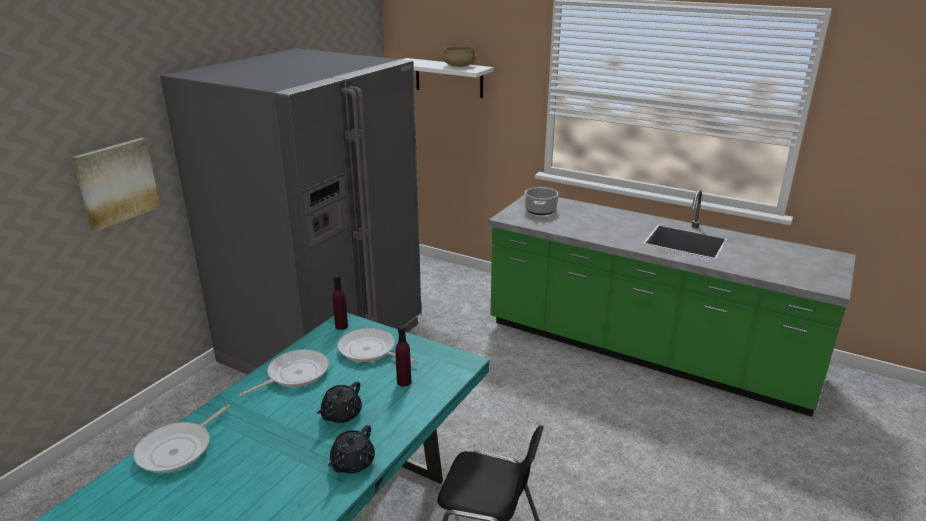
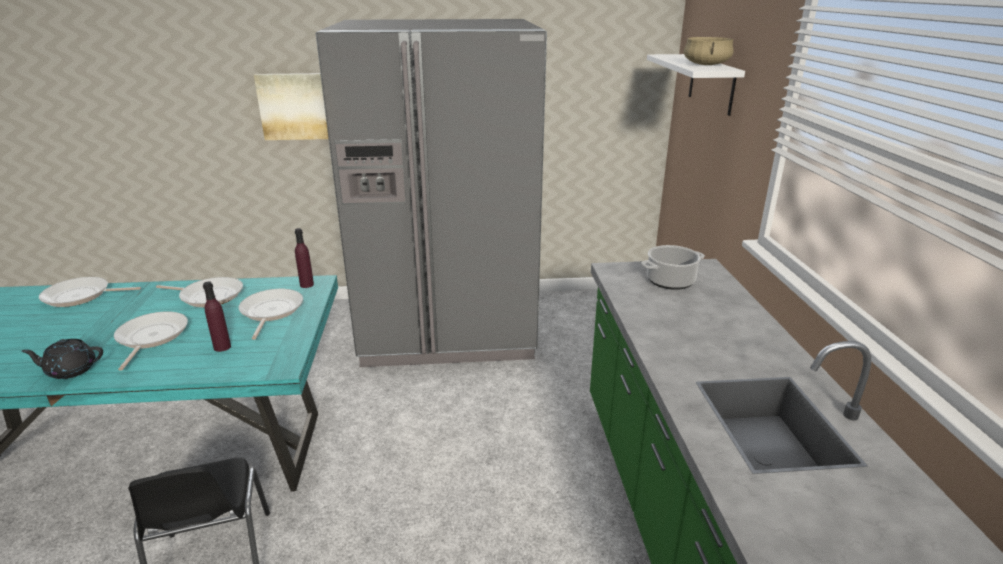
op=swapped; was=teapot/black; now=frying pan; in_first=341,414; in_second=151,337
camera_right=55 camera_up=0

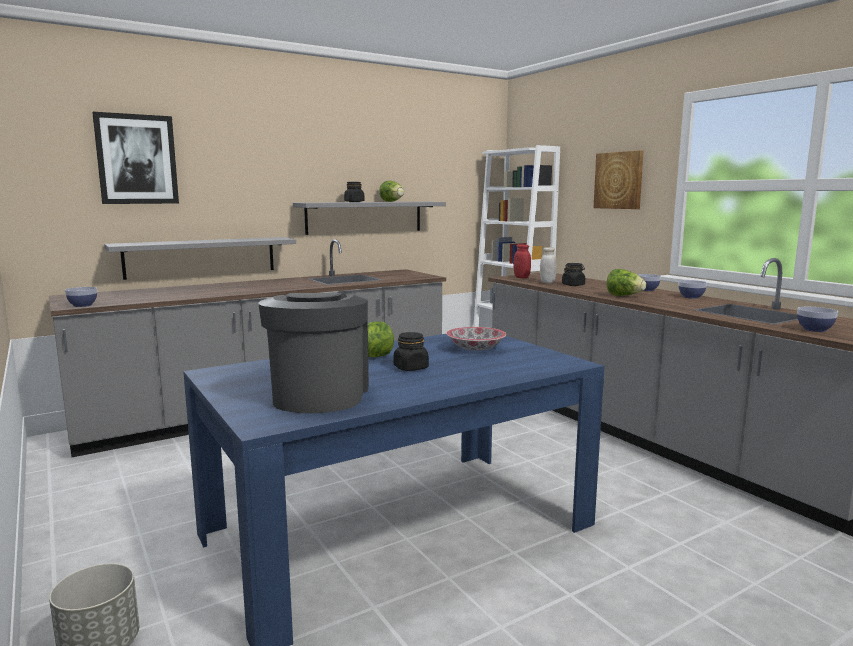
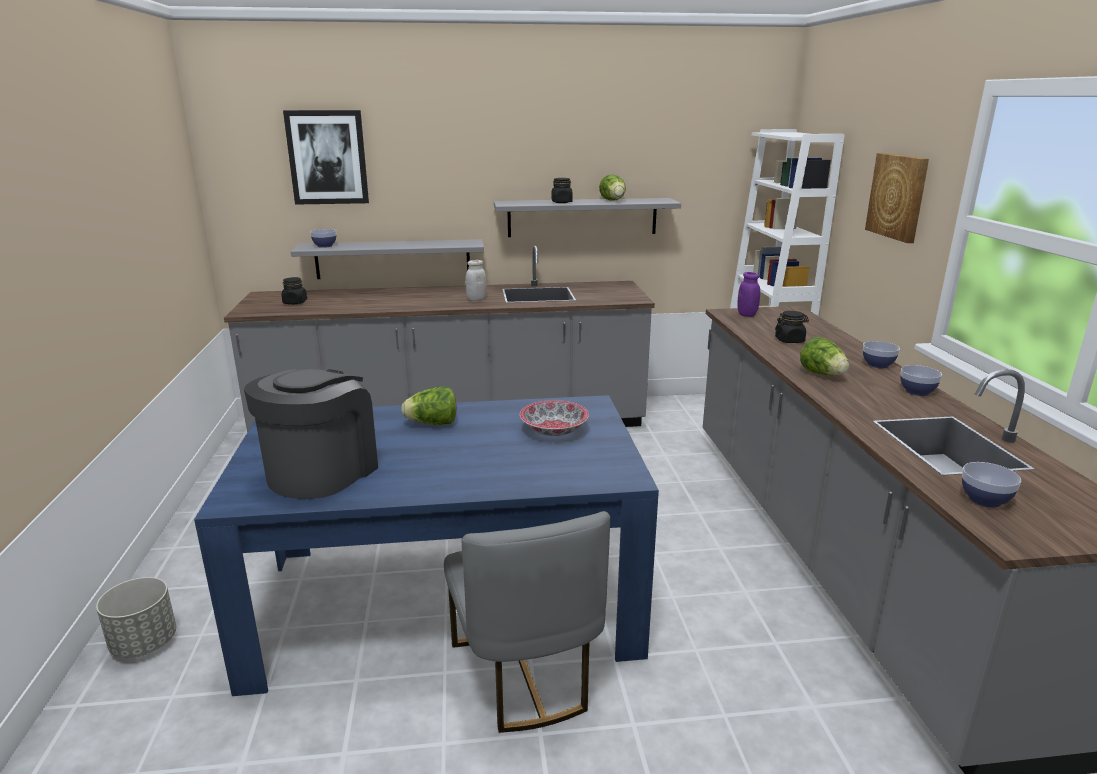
op=repainted; was=jar/red; now=jar/purple; in_first=521,277; in_second=747,315
op=shifted; was=jar/white; in_first=547,282; in_second=476,299
op=shifted; was=bowl; in_first=82,305; in_second=324,246
op=shifted; was=jar/black; in_first=411,368; in_second=295,302
op=new; now=chair/grey; in_second=525,674
camera_right=25 camera_up=10

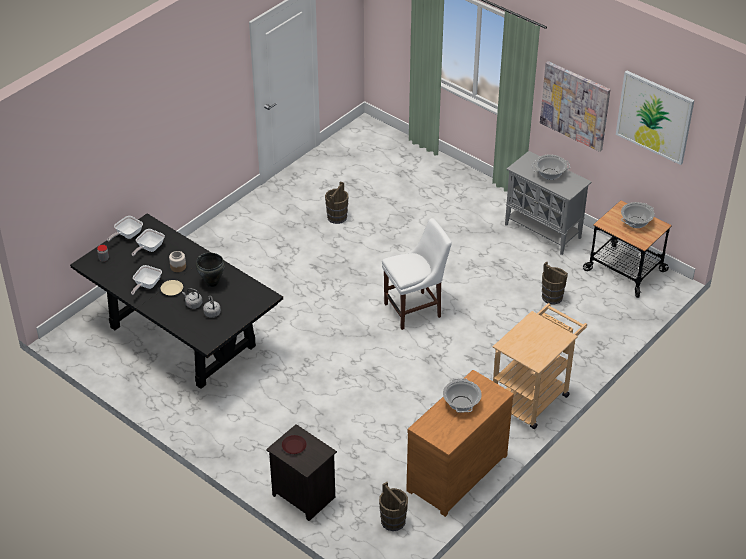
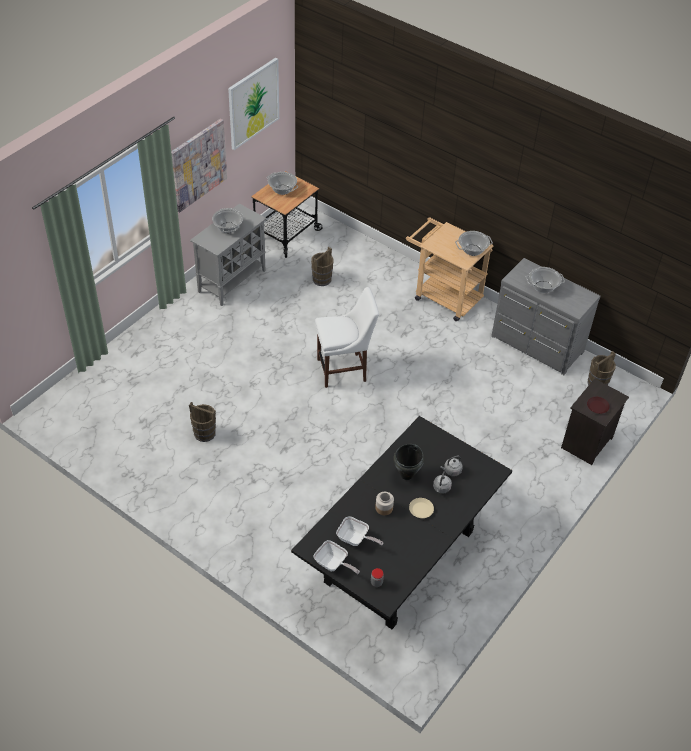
op=rotated; was=chair/white; in_first=415,309; in_second=344,370; clockwise=105
op=gone; was=frying pan; in_first=146,285
op=repainted; was=dresser/brown; now=dresser/grey; in_first=454,472; in_second=536,345
op=new; now=cooking pot; in_second=472,250
camera_right=-95 camera_up=5

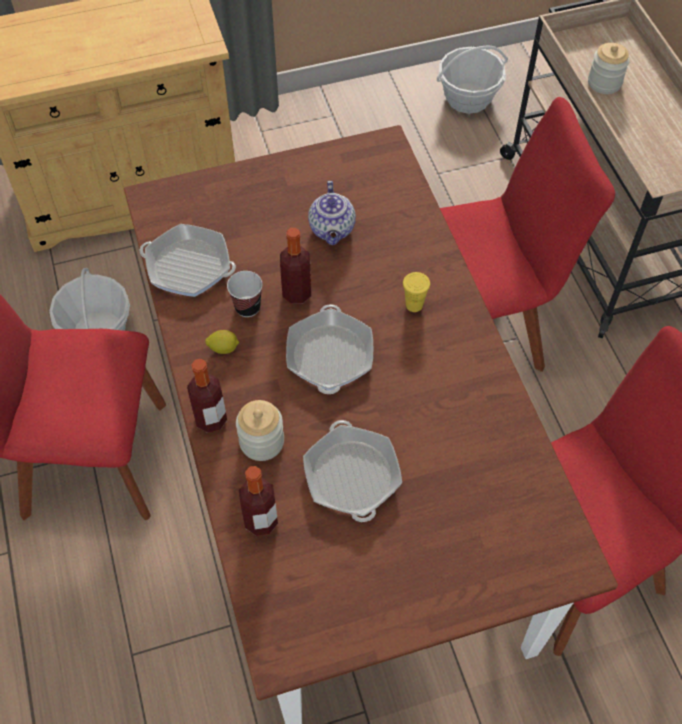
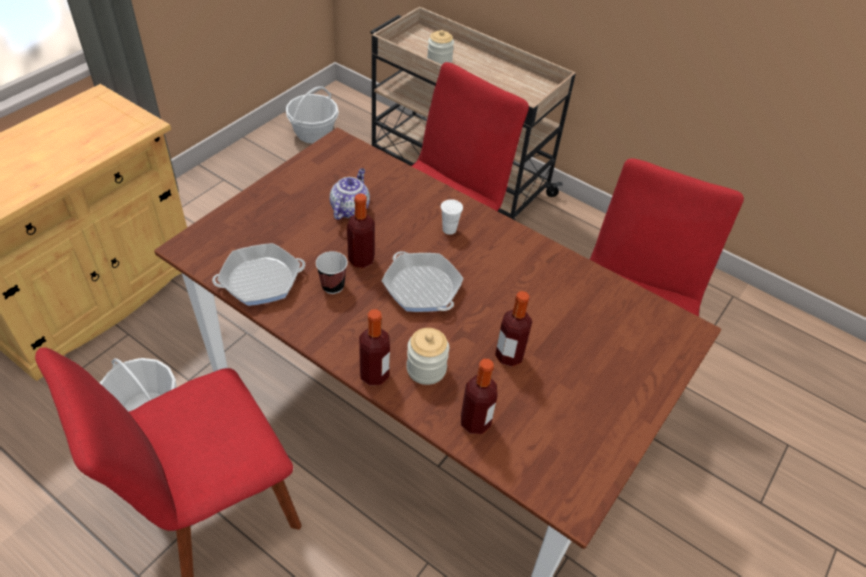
op=rotated; was=teapot; in_first=332,230; in_second=350,208; clockwise=-120
op=repainted; was=cup/yellow; now=cup/white; in_first=414,305; in_second=449,229
op=gone; was=lemon; in_first=223,348
op=swapped; was=frying pan; now=bottle; in_first=352,476; in_second=509,356
camera_right=-40 camera_up=-10

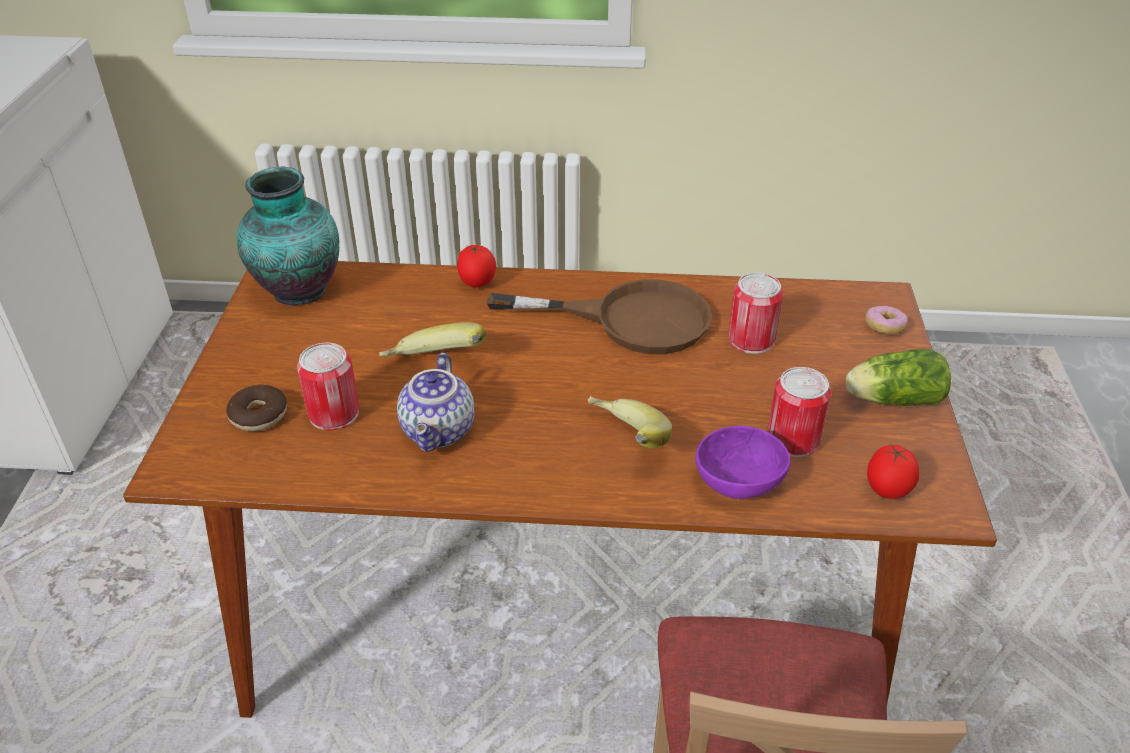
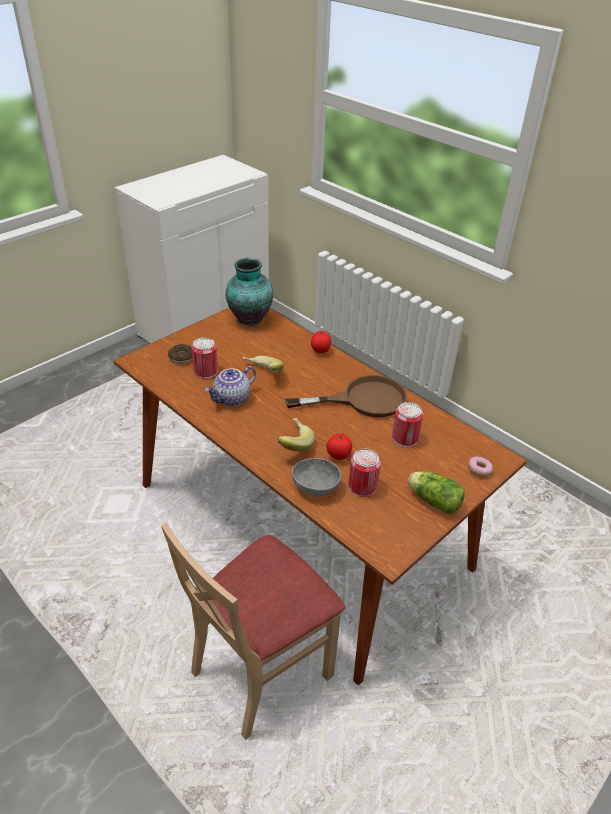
op=rotated; was=frying pan/brown; in_first=630,319; in_second=363,400; clockwise=-60
op=repainted; was=bowl/purple; now=bowl/grey; in_first=737,481; in_second=315,486
op=shifted; was=tomato; in_first=886,490; in_second=338,456
camera_right=40 camera_up=0

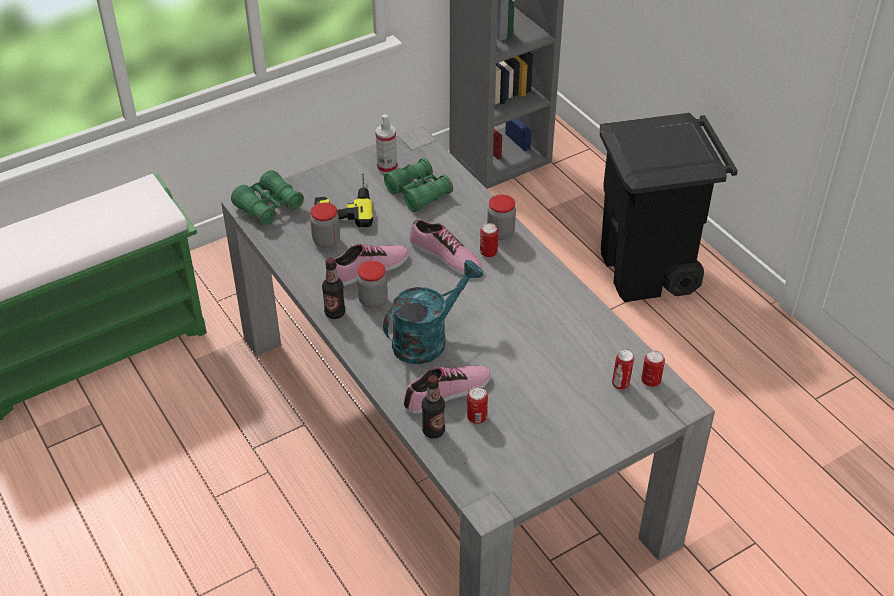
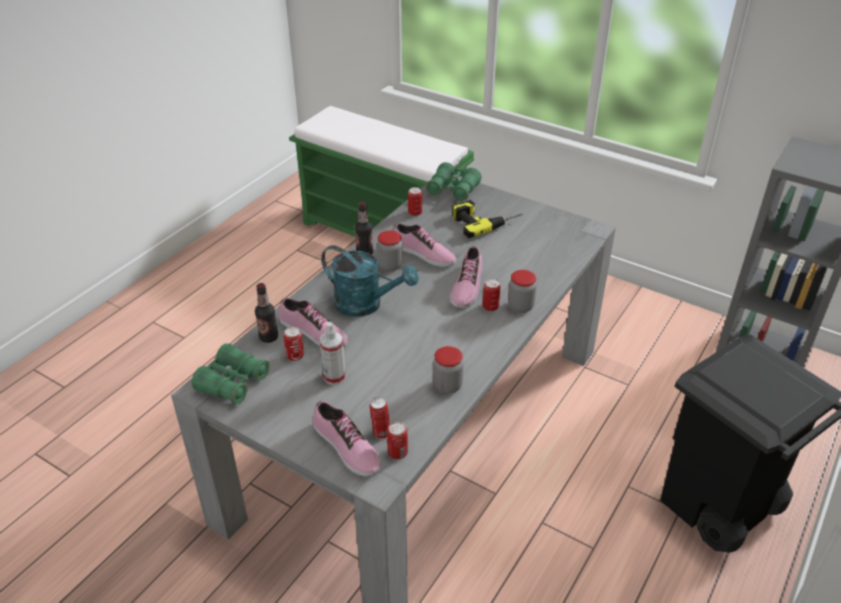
op=shifted; was=spray bottle; in_first=387,167; in_second=334,377
op=shifted; was=binoculars/green; in_first=418,193; in_second=232,383
op=shifted; was=jar; in_first=326,241; in_second=447,386
op=new; now=can; in_second=415,212
op=new; now=shoe; in_second=345,447
camera_right=65 camera_up=-5

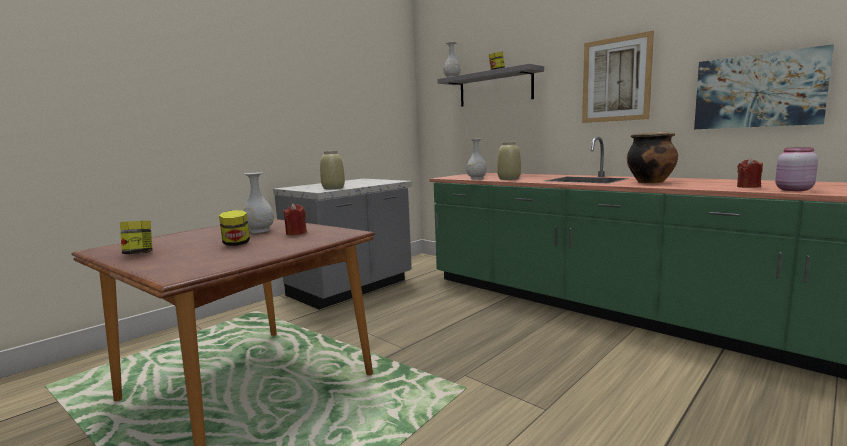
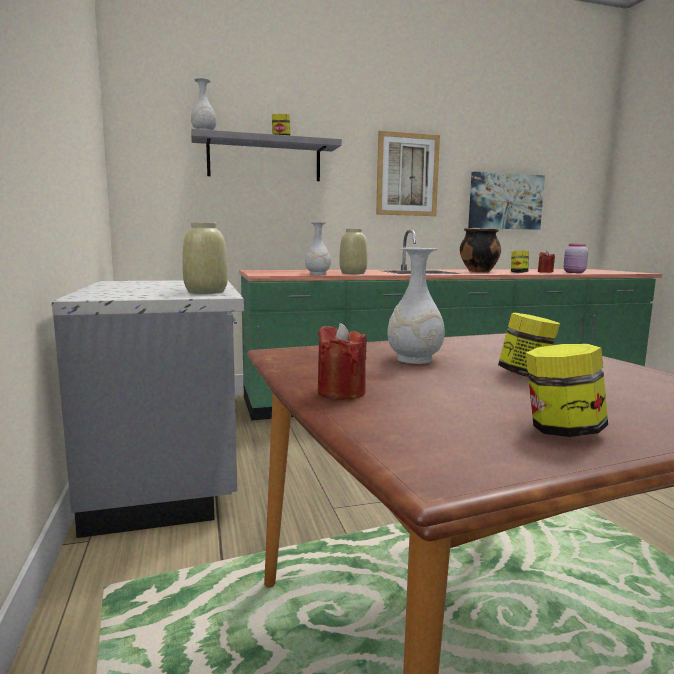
op=shifted; was=candle/red; in_first=296,233; in_second=341,393
op=new; now=jar; in_second=519,273
camera_right=-60 camera_up=0

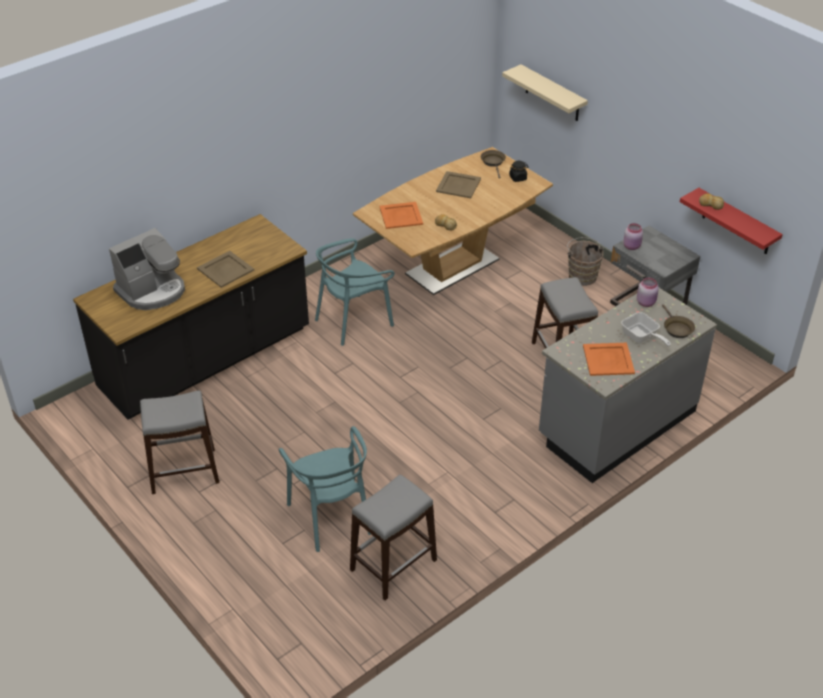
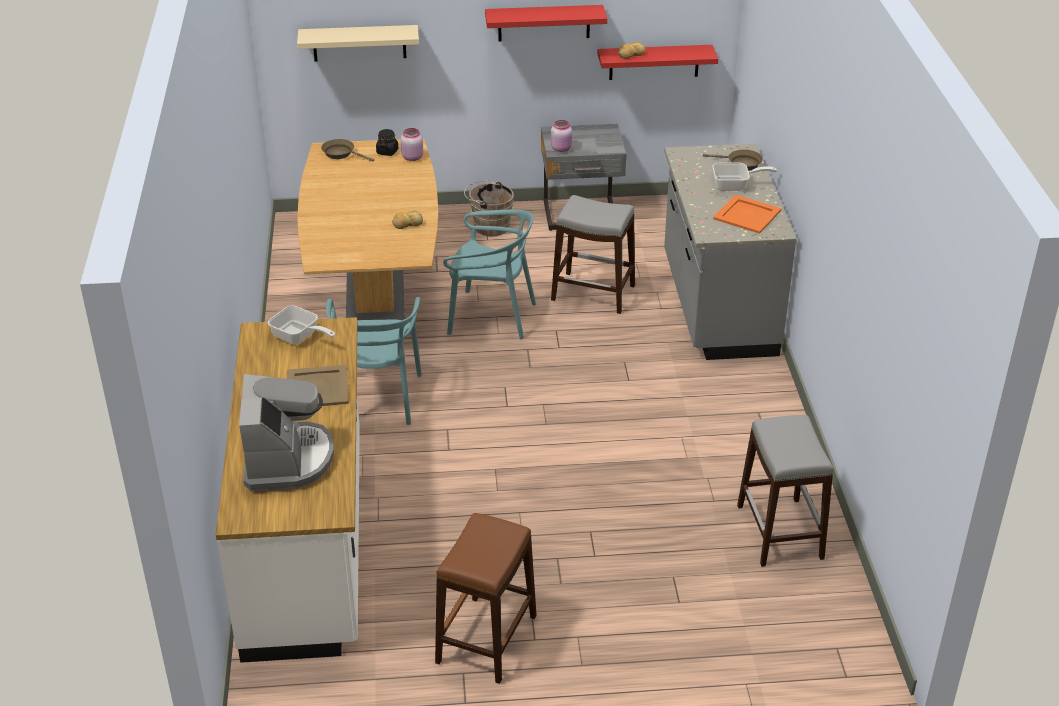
op=gone; was=tray/beige; in_first=458,185
op=gone; was=tray/orange; in_first=400,216
op=repainted; was=counter/black; now=counter/white; in_first=206,360; in_second=308,542
op=shifted; was=jar/pink; in_first=646,302; in_second=412,157
op=repainted; was=stool/grey; now=stool/brown; in_first=184,471; in_second=487,639
op=shifted; was=chair/turquoise; in_first=331,516; in_second=491,317
op=new; now=shelf/red; in_second=544,23
op=new; now=frying pan; in_second=299,337
camera_right=-55 camera_up=-5

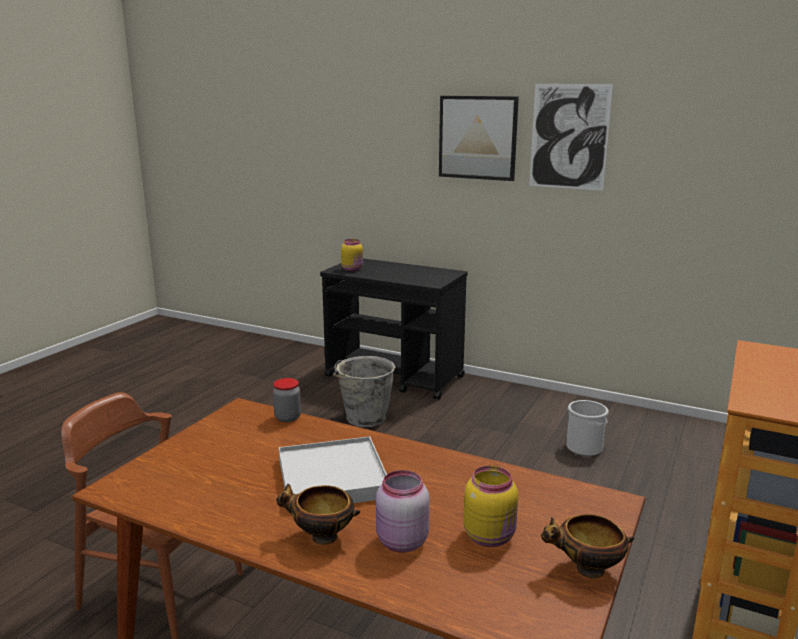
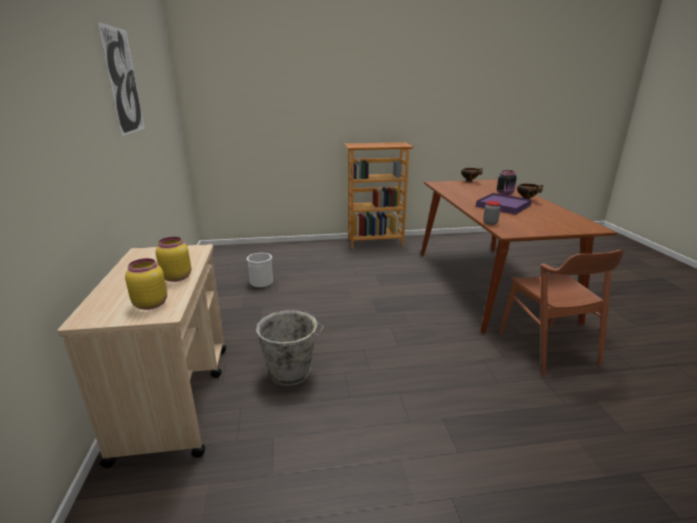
op=gone; was=picture; in_first=477,137
op=repainted; was=cart/black; now=cart/beige; in_first=395,377; in_second=176,398
op=repainted; was=tray/white; now=tray/purple; in_first=332,478; in_second=503,206
op=shifted; was=jar/yellow; in_first=490,536; in_second=176,277
op=repainted; was=jar/pink; now=jar/black; in_first=401,542; in_second=505,194
camera_right=-125 camera_up=5

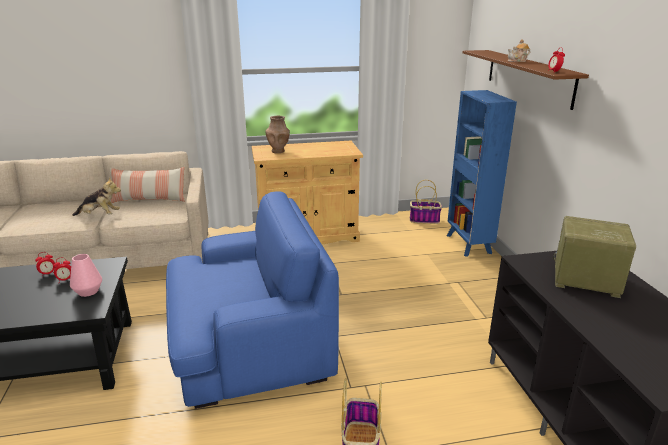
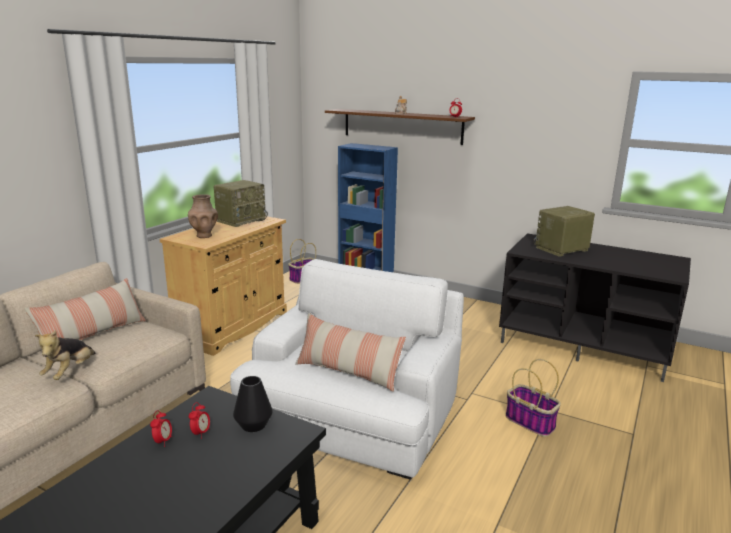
op=rotated; was=plush toy; in_first=99,215; in_second=70,372; clockwise=150
op=repainted; was=armchair/blue; now=armchair/white; in_first=248,342; in_second=352,419
op=repainted; was=vase/pink; now=vase/black; in_first=88,291; in_second=253,425
op=new; now=radio; in_second=241,220
op=new; now=pillow; in_second=348,372
camera_right=-50 camera_up=-5

